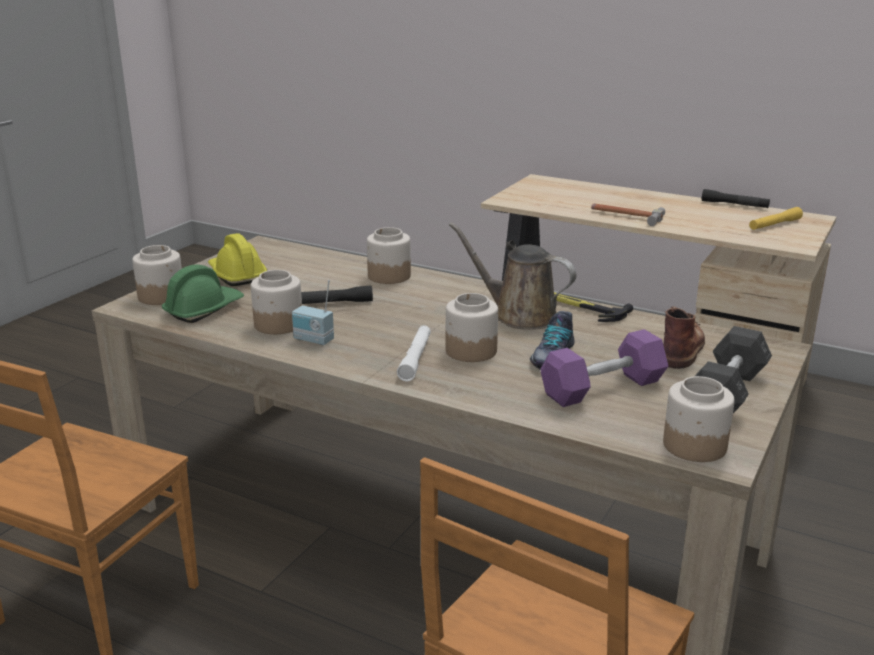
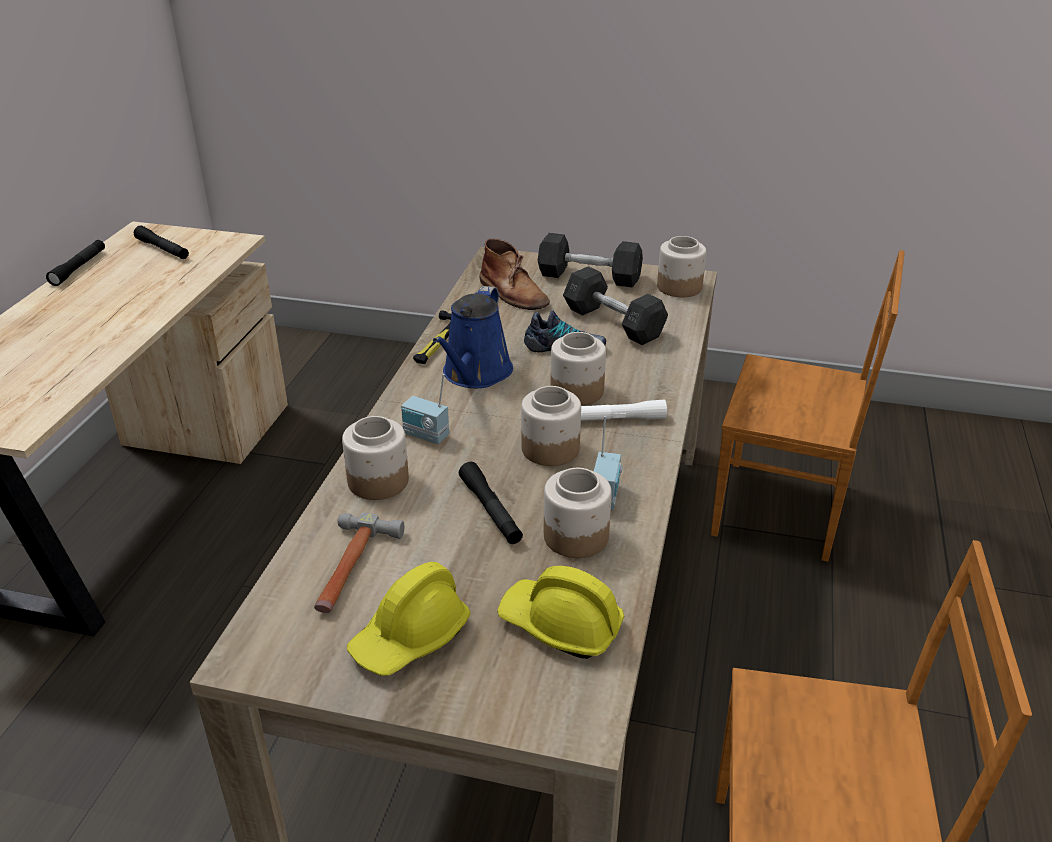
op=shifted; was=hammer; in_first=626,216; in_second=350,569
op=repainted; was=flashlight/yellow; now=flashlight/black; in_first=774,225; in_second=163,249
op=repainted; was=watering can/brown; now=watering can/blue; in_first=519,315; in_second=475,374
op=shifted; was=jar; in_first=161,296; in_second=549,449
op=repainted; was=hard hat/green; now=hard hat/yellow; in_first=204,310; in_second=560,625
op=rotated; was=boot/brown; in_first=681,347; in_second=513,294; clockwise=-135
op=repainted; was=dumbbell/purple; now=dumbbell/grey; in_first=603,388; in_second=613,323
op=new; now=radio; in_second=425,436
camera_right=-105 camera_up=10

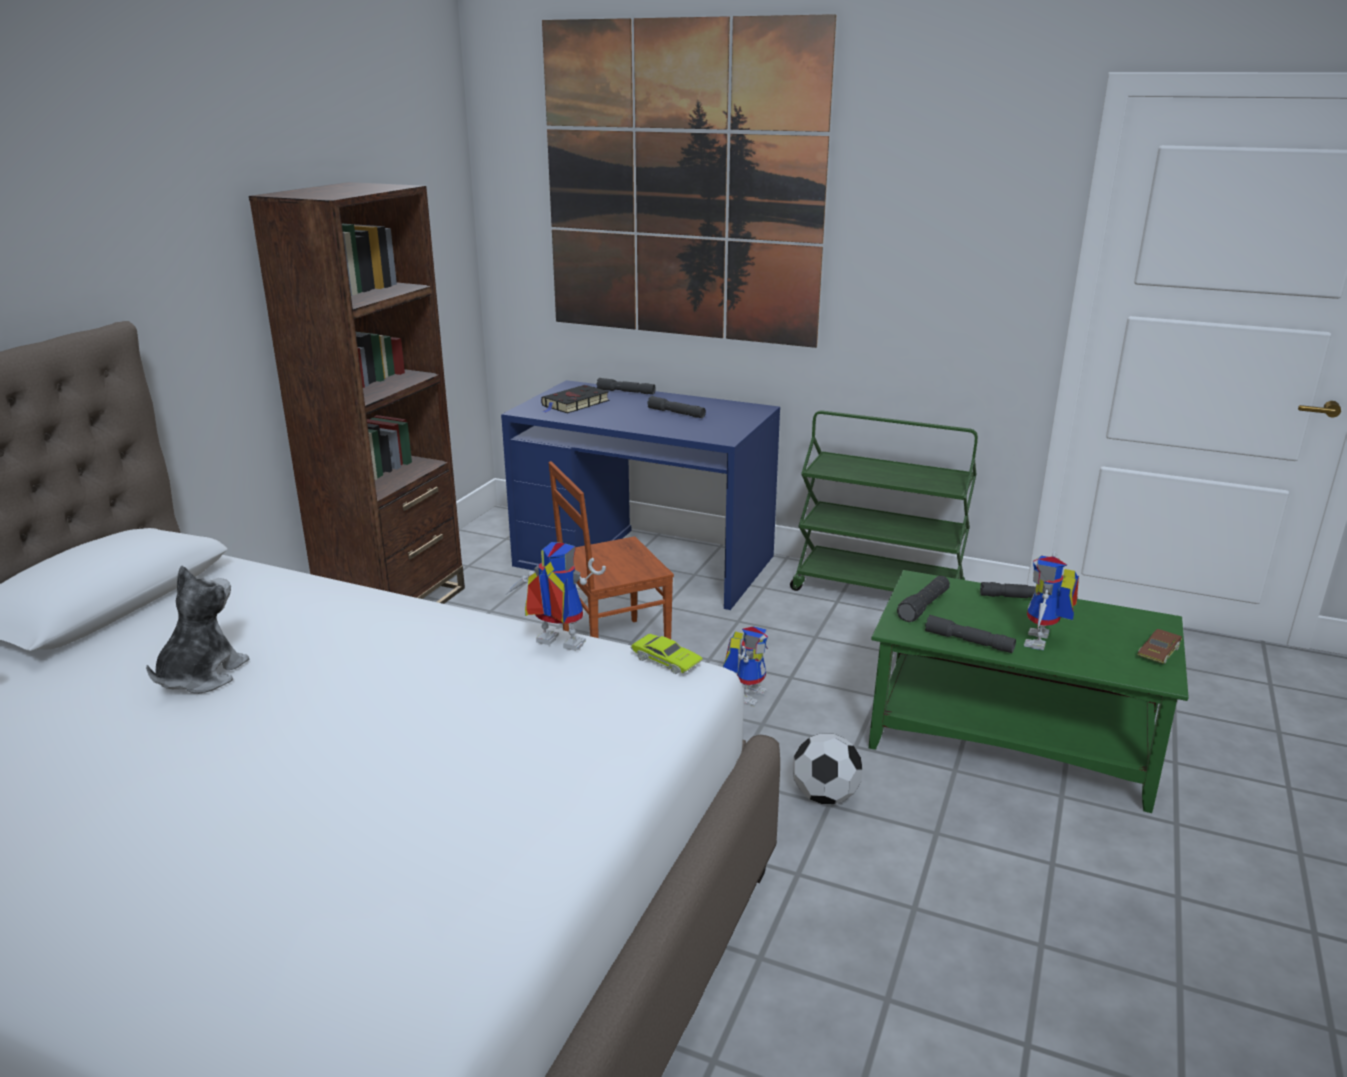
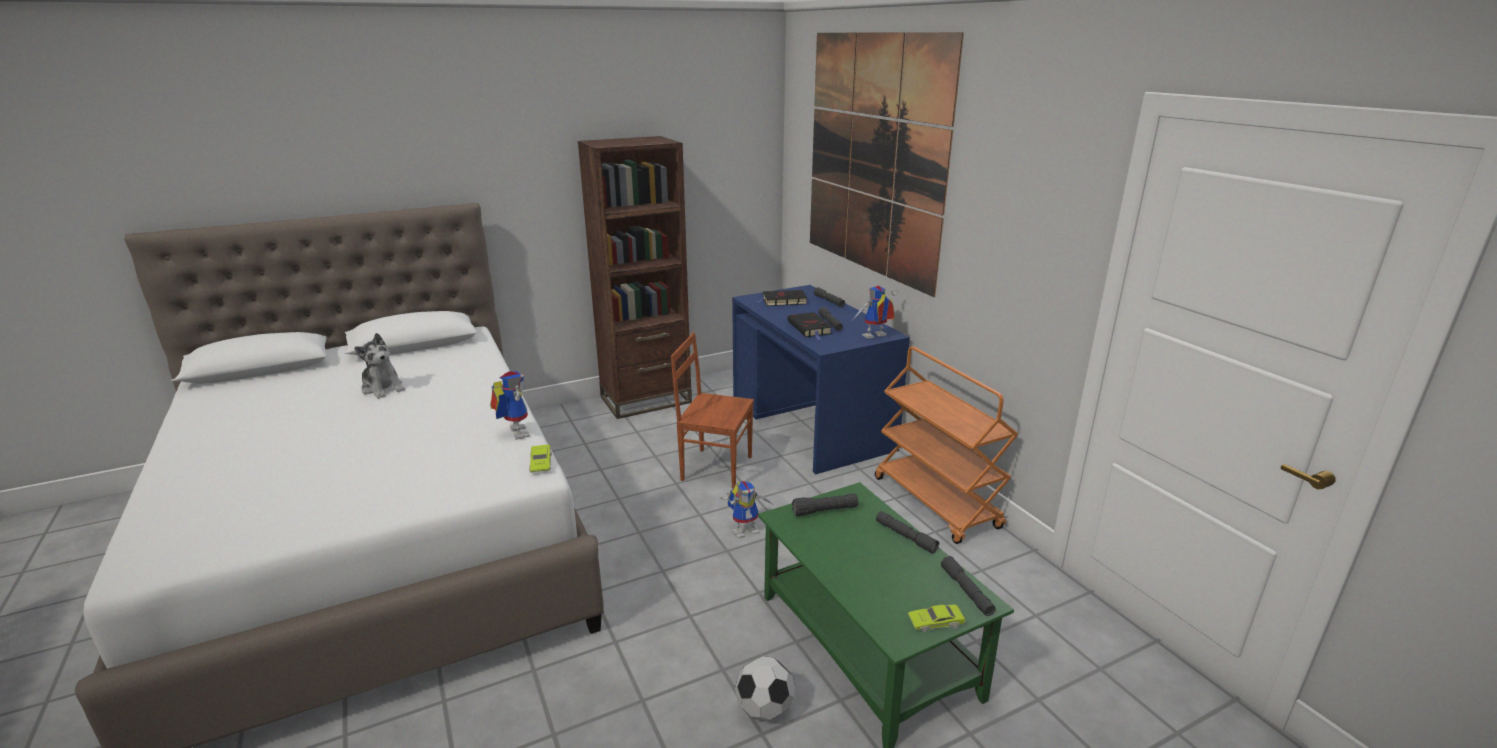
op=repainted; was=cart/green; now=cart/orange; in_first=878,590; in_second=936,503
op=shifted; was=toy robot; in_first=1043,643; in_second=874,337
op=rotated; was=plush toy; in_first=201,676; in_second=383,388; clockwise=75
op=shifted; was=flashlight/grey; in_first=969,641; in_second=966,591
op=repainted; was=toy car/brown; now=toy car/green; in_first=1158,652; in_second=935,622
op=shifted; was=football; in_first=825,796; in_second=764,709
op=new; now=book/black; in_second=810,328
camera_right=40 camera_up=0

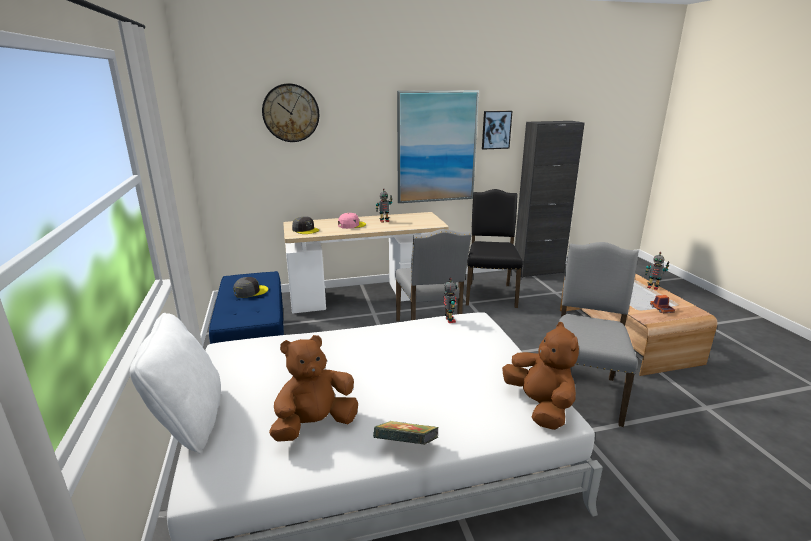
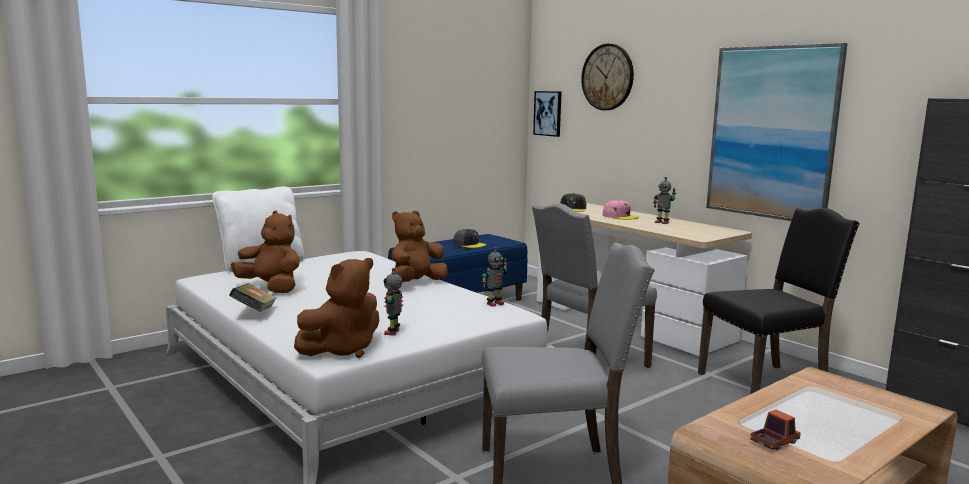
op=shifted; was=picture; in_first=496,130; in_second=548,113
op=shifted; was=toy robot; in_first=652,287; in_second=393,332
op=new; now=plush toy/brown; in_second=416,283
camera_right=65 camera_up=-10

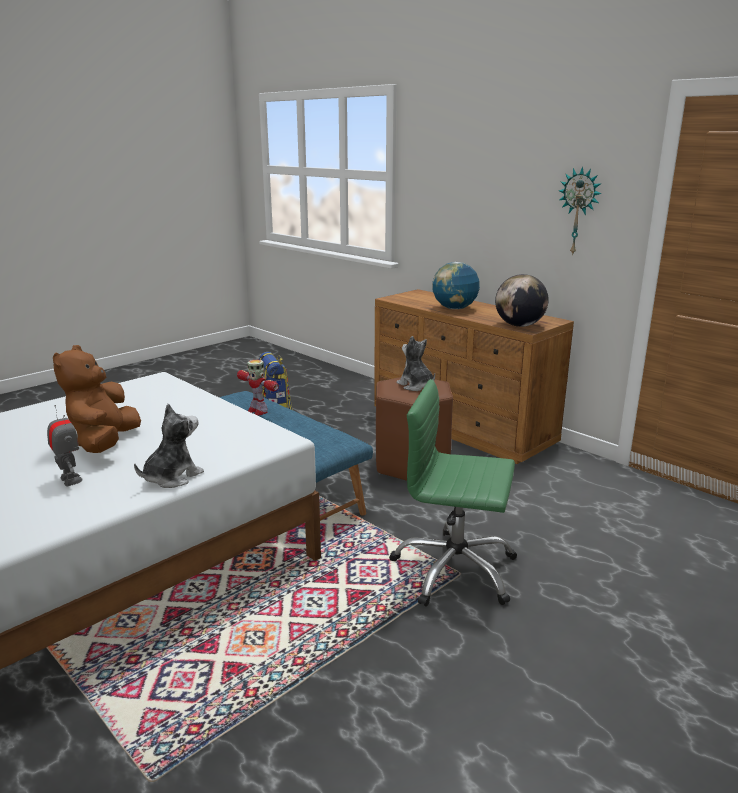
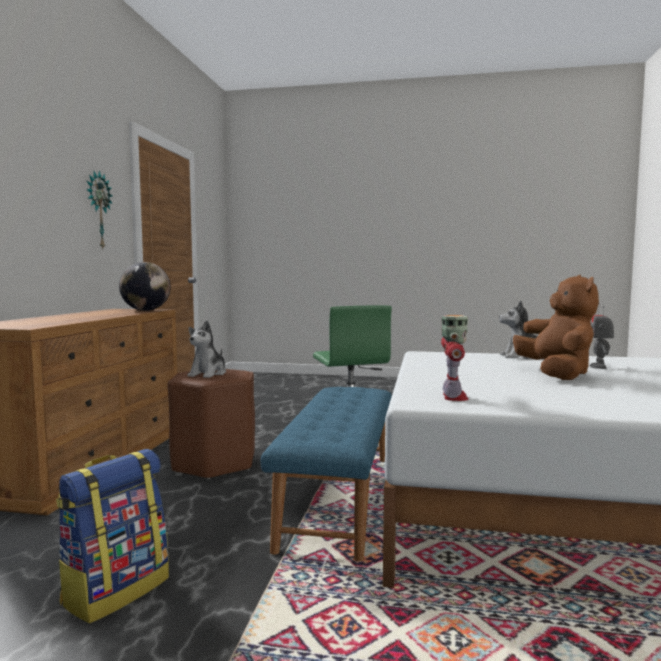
op=gone; was=globe; in_first=454,308
op=rotated; was=plush toy/brown; in_first=104,443; in_second=556,374; clockwise=-60
op=shifted; was=toy robot; in_first=257,411; in_second=453,397
camera_right=-125 camera_up=-15

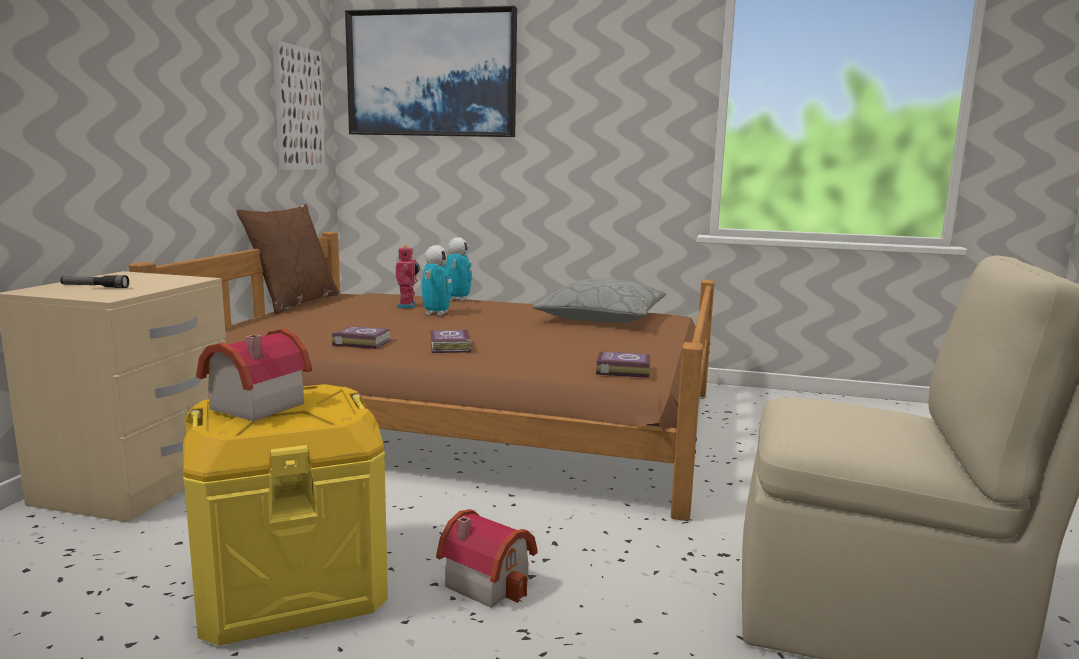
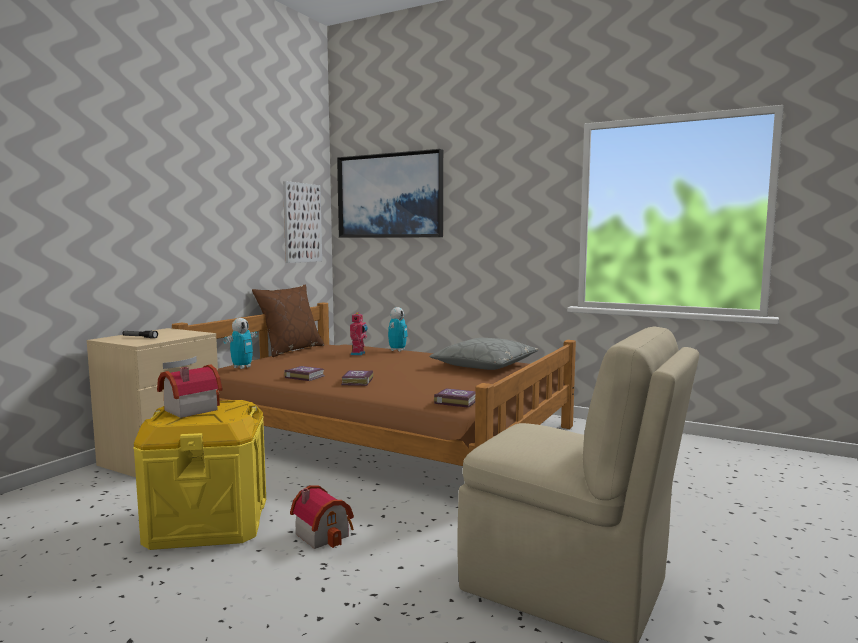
op=shifted; was=toy robot; in_first=436,313; in_second=242,367
camera_right=15 camera_up=-5

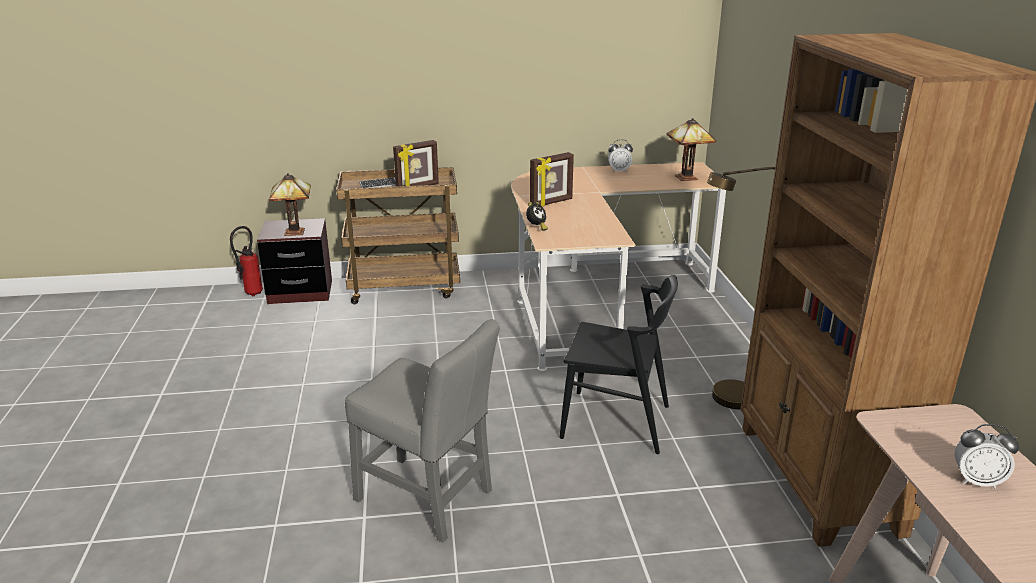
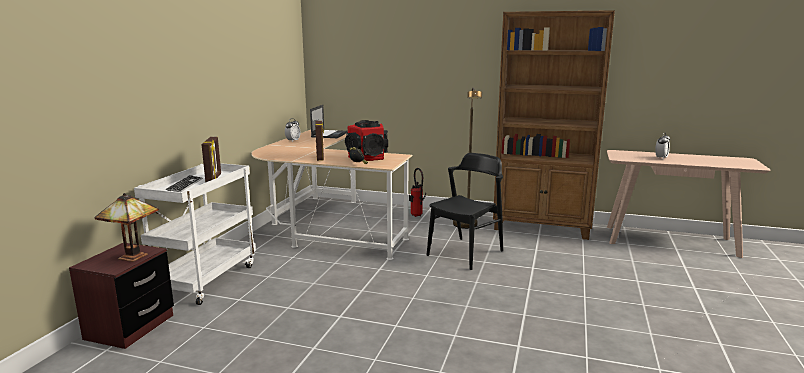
op=swapped; was=table lamp; now=laptop; in_first=687,177; in_second=330,134
op=repainted; was=cart/brown; now=cart/white; in_first=405,288; in_second=206,279
op=shifted; was=fire extinguisher; in_first=250,294; in_second=416,216
op=gone; was=chair/grey; in_first=428,499
op=new; now=speaker; in_second=368,157
camera_right=-65 camera_up=-10

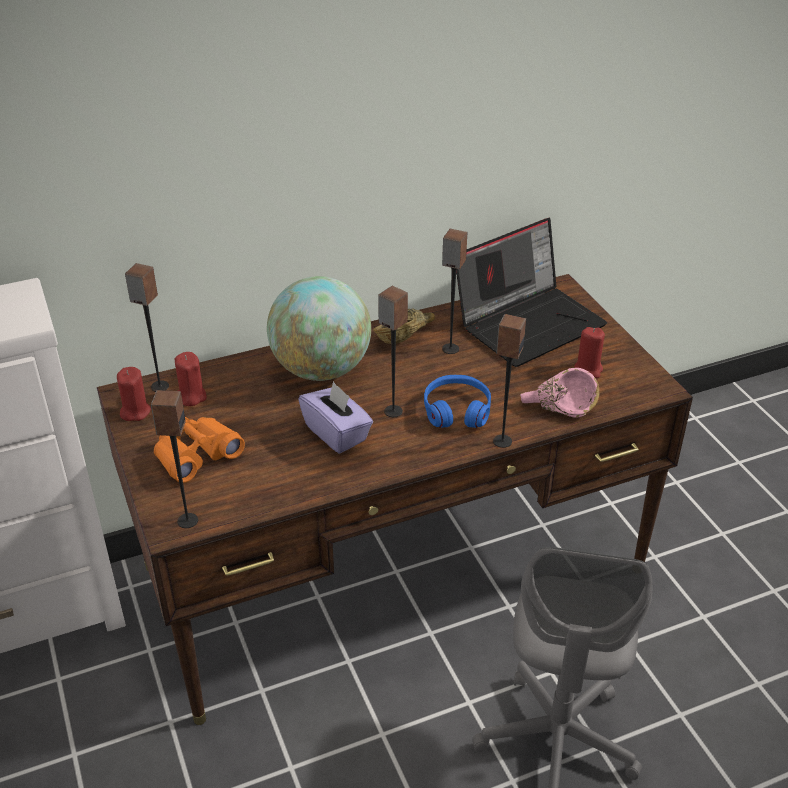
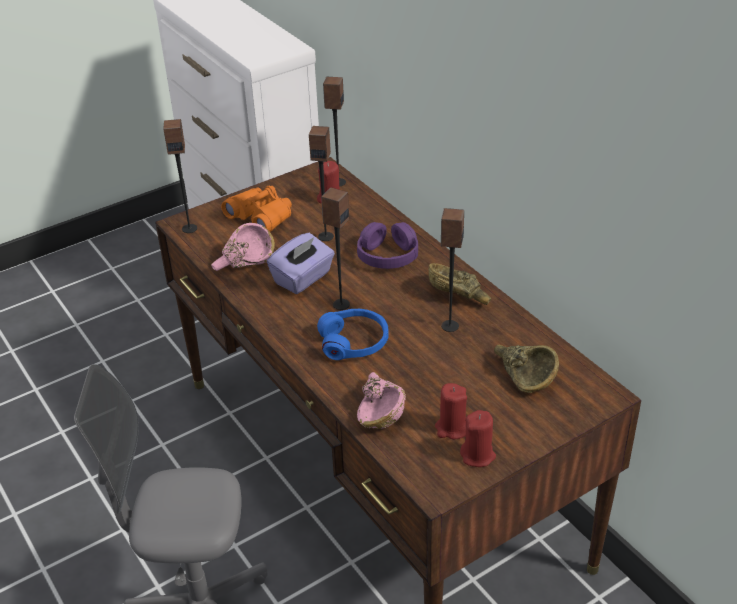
op=swapped; was=laptop; now=bowl/brown; in_first=529,322; in_second=521,376
op=swapped; was=globe; now=headphones/purple; in_first=321,370; in_second=388,255
op=shifted; was=speaker; in_first=502,441; in_second=326,236
op=shifted; was=candle/red; in_first=135,411; in_second=478,455
op=new; now=bowl/pink; in_second=244,263
camera_right=80 camera_up=0

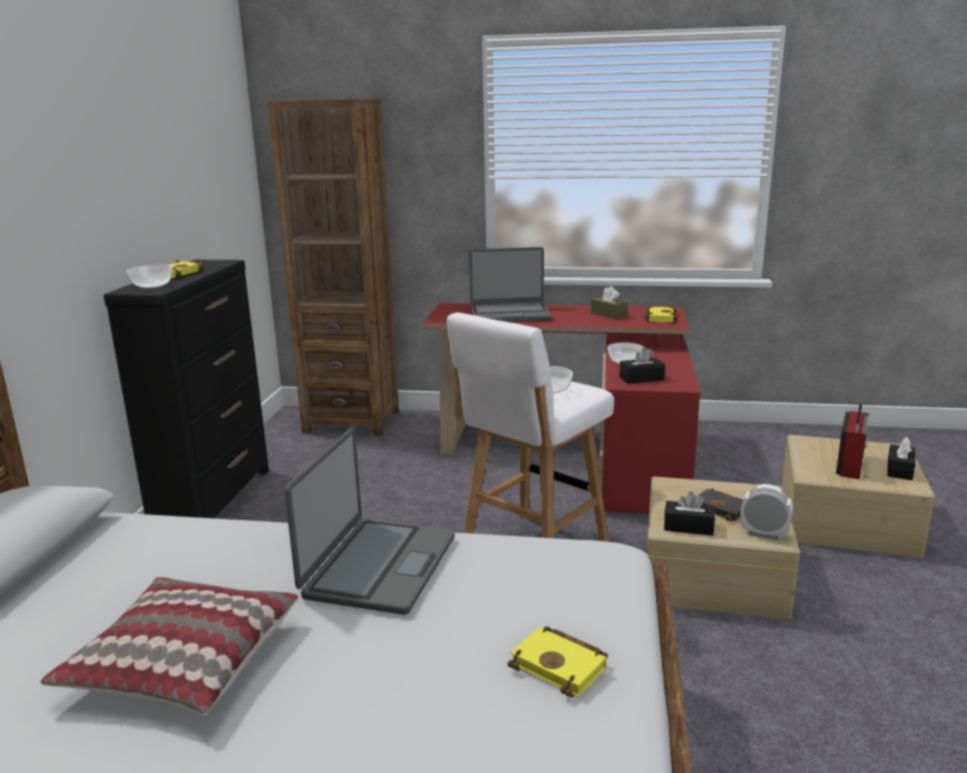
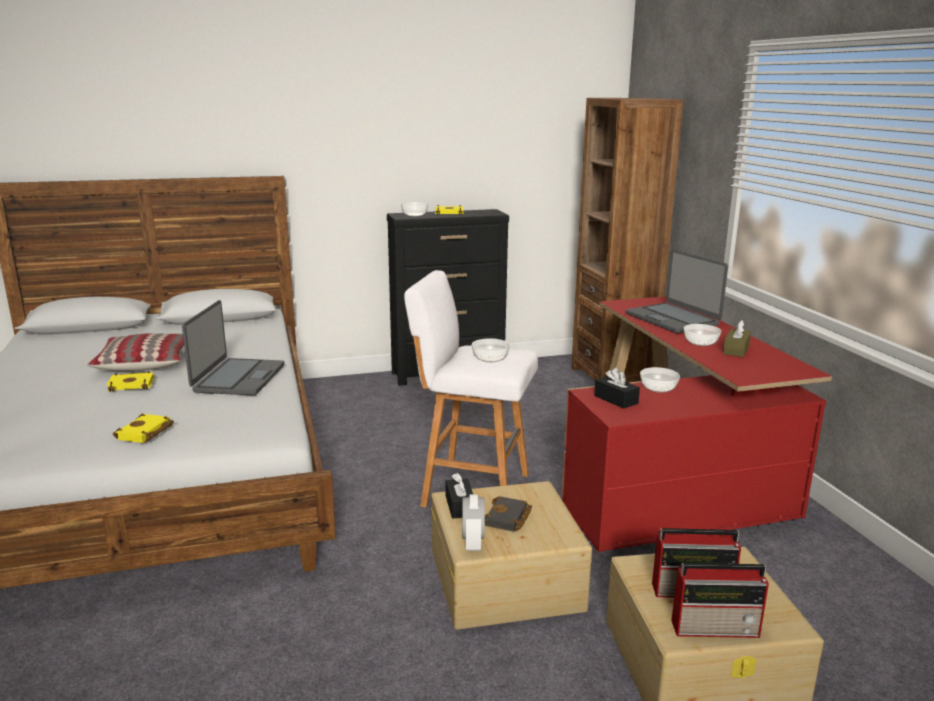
op=shifted; was=book/yellow; in_first=659,317; in_second=133,384
op=rotated; was=laptop; in_first=378,566; in_second=238,378; clockwise=-75
op=swapped; was=tissue box/black; now=radio; in_first=899,470; in_second=716,628
op=new; now=bowl; in_second=701,342
camera_right=65 camera_up=0

